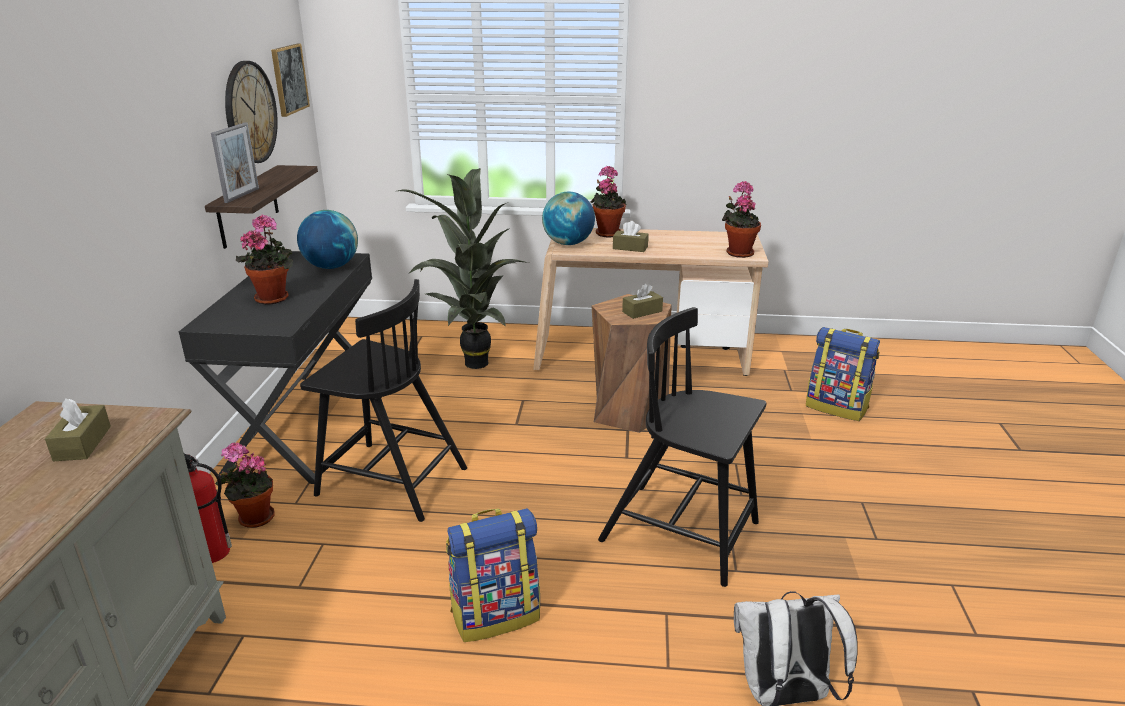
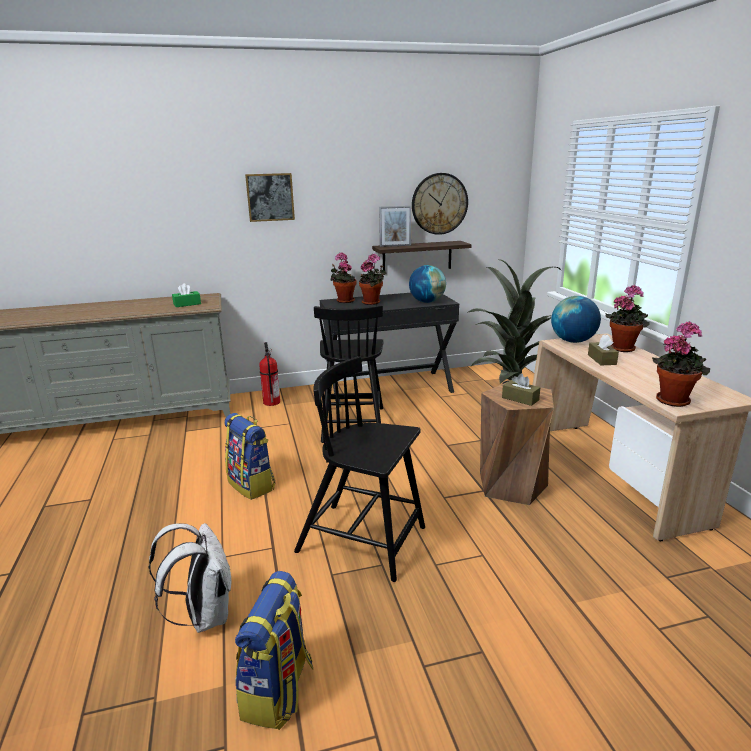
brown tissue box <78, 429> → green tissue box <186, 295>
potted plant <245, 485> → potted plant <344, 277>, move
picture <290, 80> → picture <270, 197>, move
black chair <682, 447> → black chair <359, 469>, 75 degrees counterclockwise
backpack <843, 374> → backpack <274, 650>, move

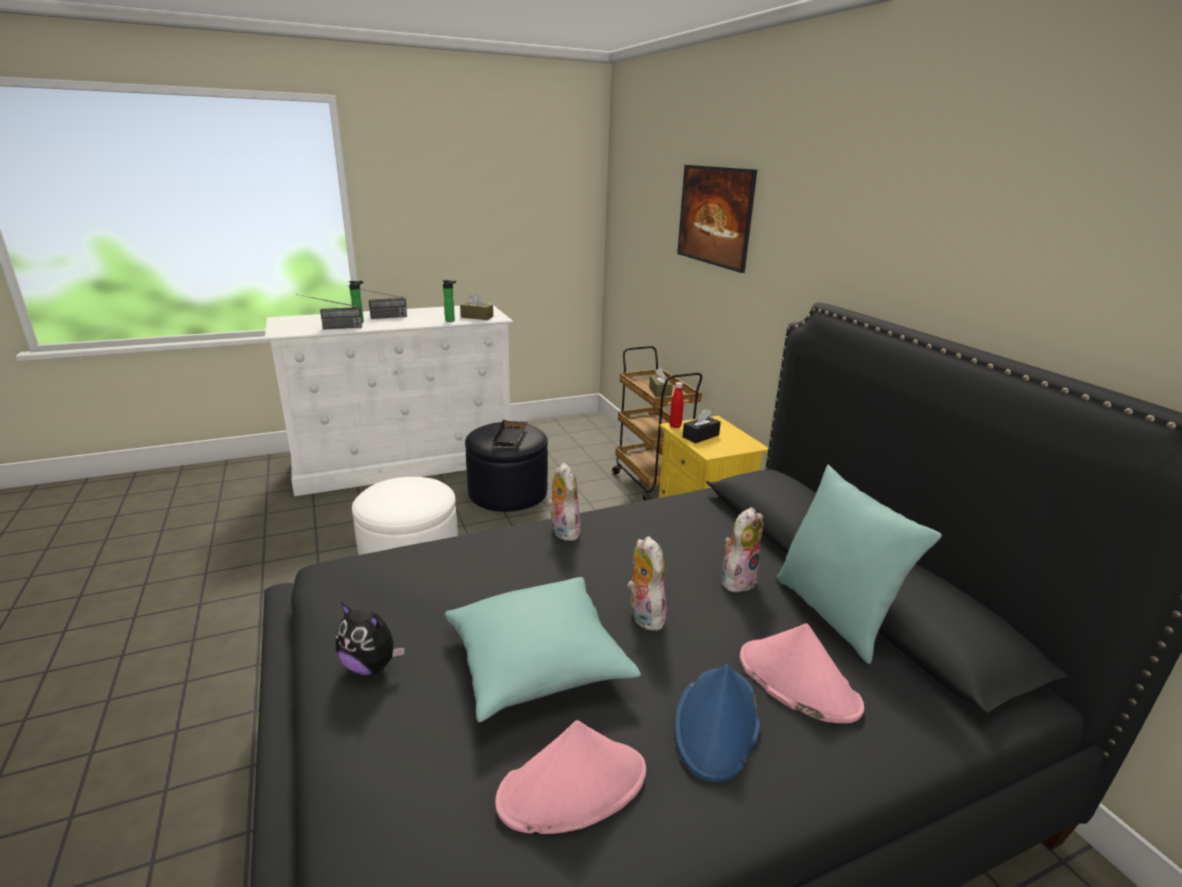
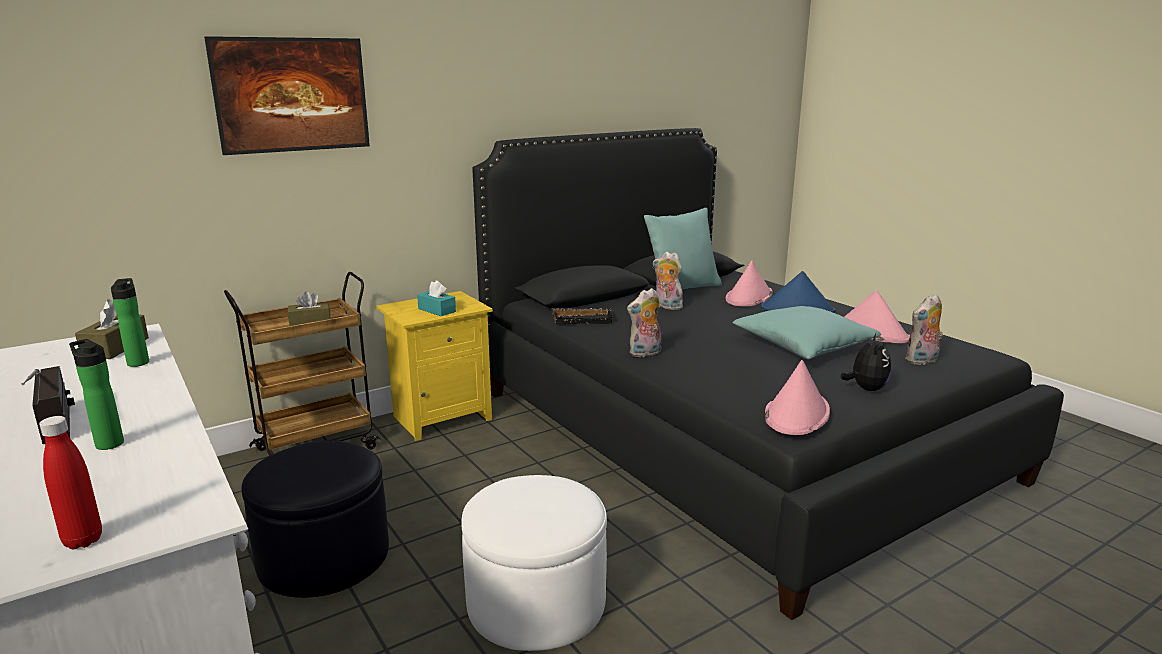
radio <329, 311> → -
black tray <509, 433> → black tray <582, 316>, move
plush toy <647, 583> → plush toy <924, 329>, move
red bottle <676, 405> → red bottle <70, 482>, move
black tissue box <701, 426> → turquoise tissue box <436, 298>
- → pink hat <797, 397>

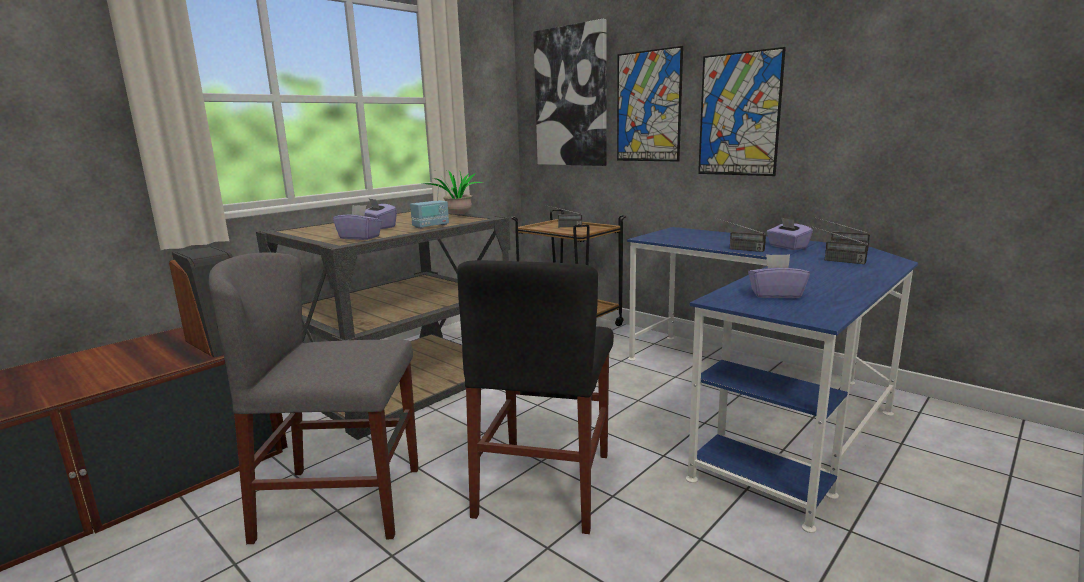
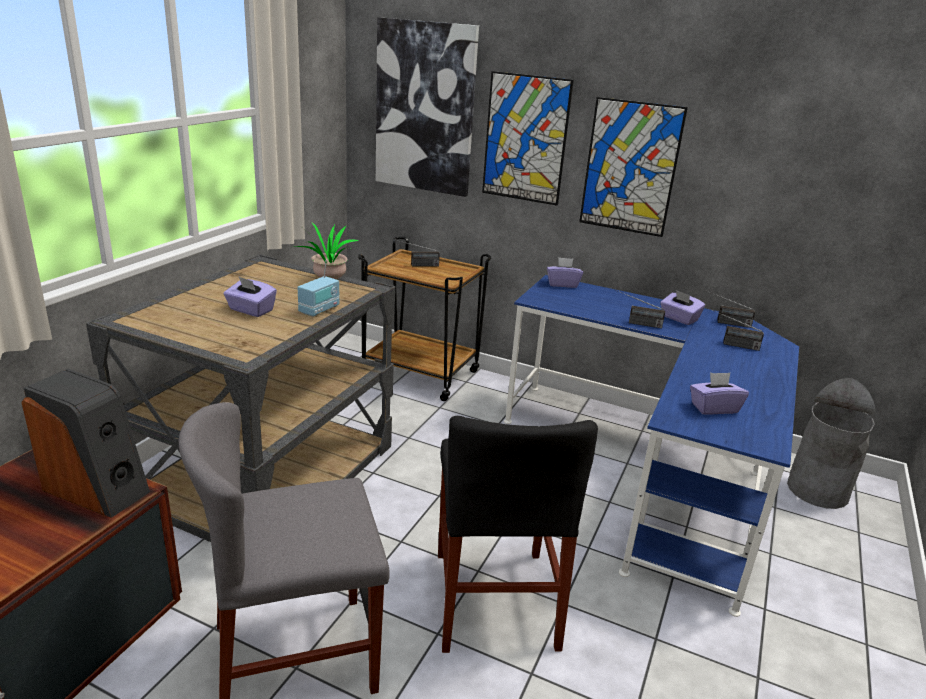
purple tissue box <357, 222> → purple tissue box <565, 272>, move
- → grey trash can <831, 443>

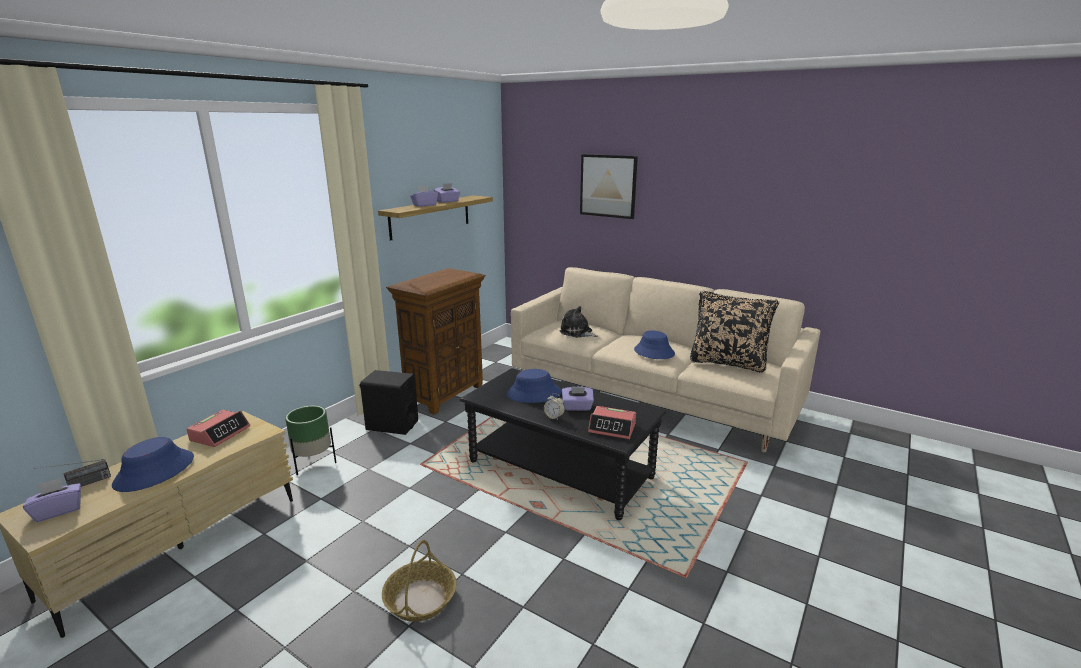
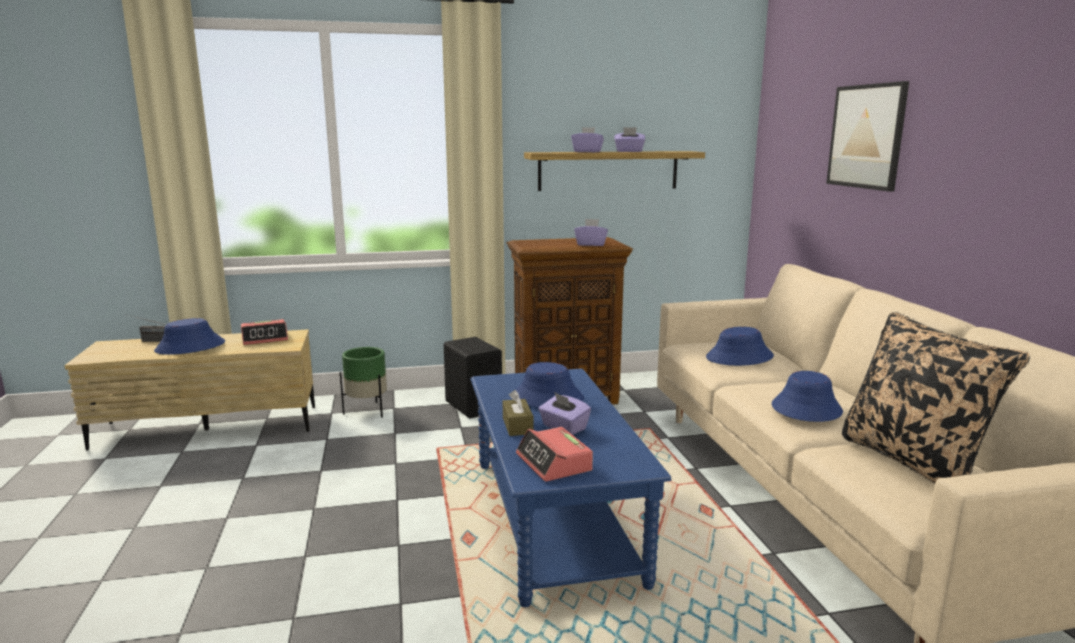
purple tissue box <52, 500> → purple tissue box <591, 232>, move
basket <419, 581> → -
black coffee table <562, 444> → blue coffee table <570, 488>
alarm clock <554, 406> → brown tissue box <518, 413>
plush toy <579, 322> → blue hat <740, 346>

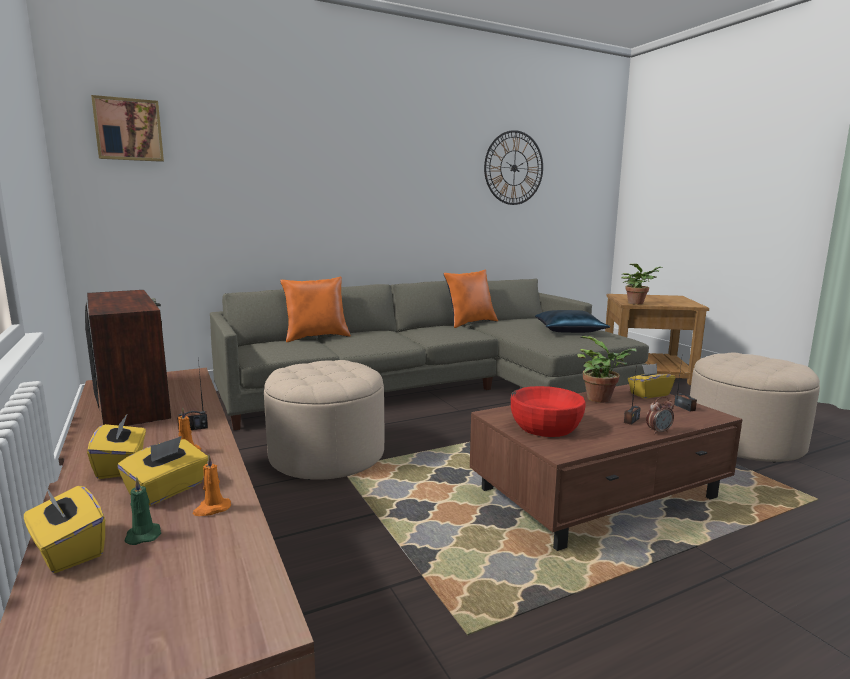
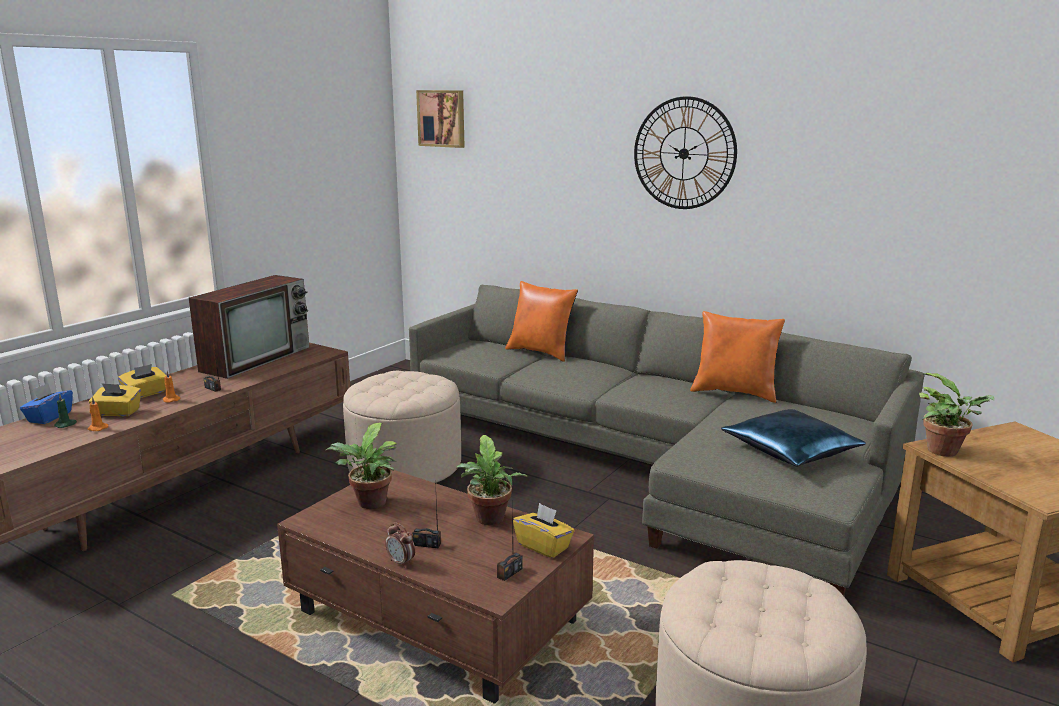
yellow tissue box <64, 529> → blue tissue box <46, 403>
wall clock <513, 167> → wall clock <685, 152>, move
red bowl <548, 411> → potted plant <361, 466>

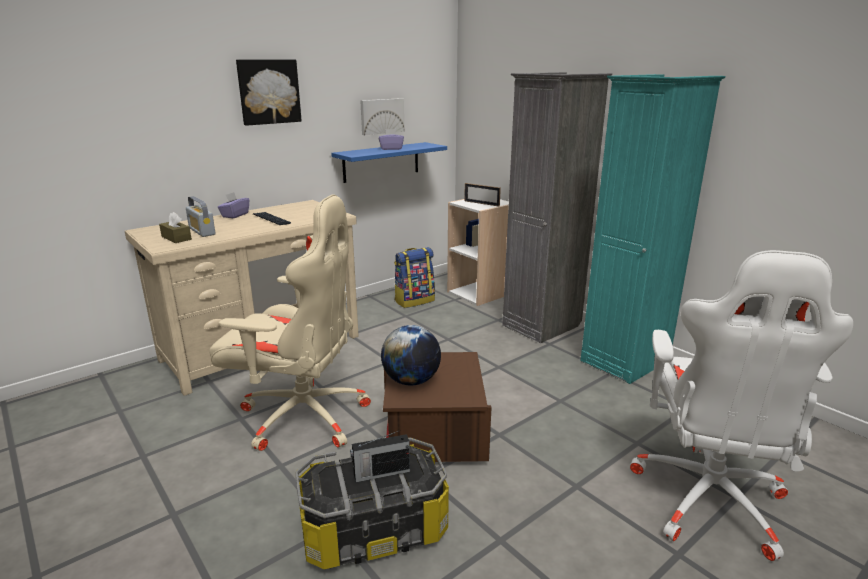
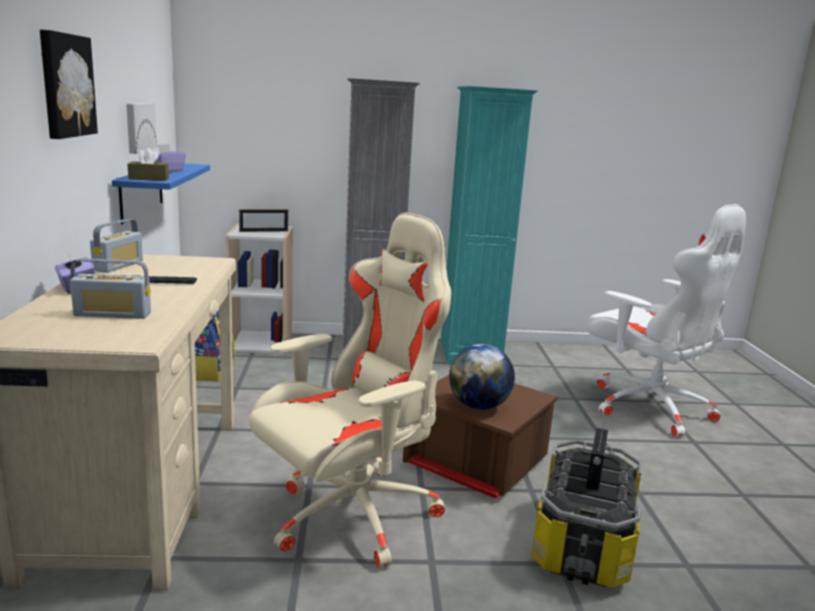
brown tissue box <175, 227> → brown tissue box <148, 164>, move
- → radio <116, 246>

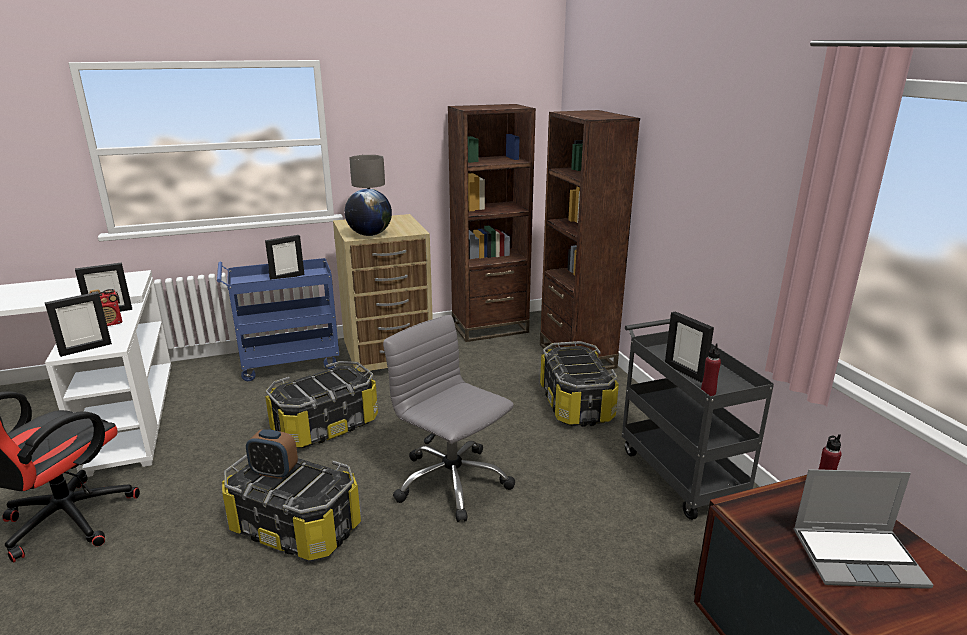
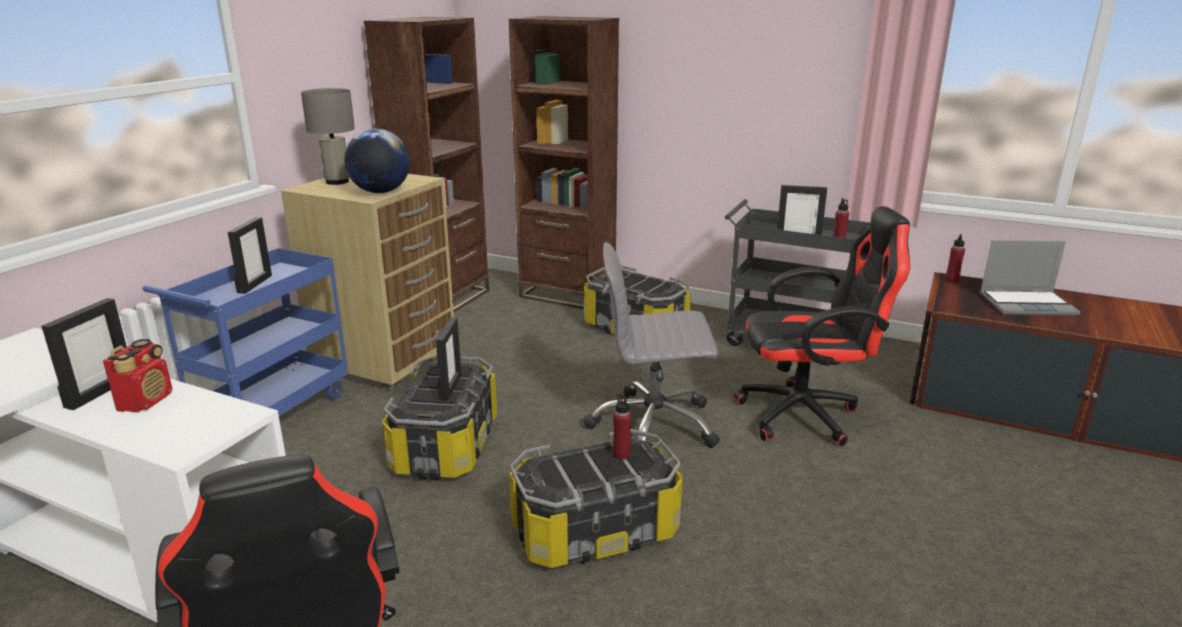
picture frame <78, 324> → picture frame <449, 359>, move
alarm clock <272, 454> → -
laptop <863, 529> → laptop <1030, 278>, 45 degrees clockwise
- → red bottle <622, 426>
- → black office chair <821, 326>

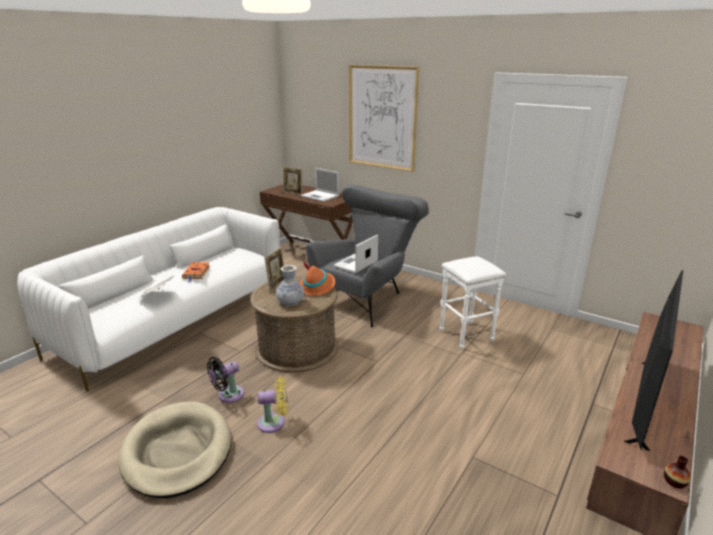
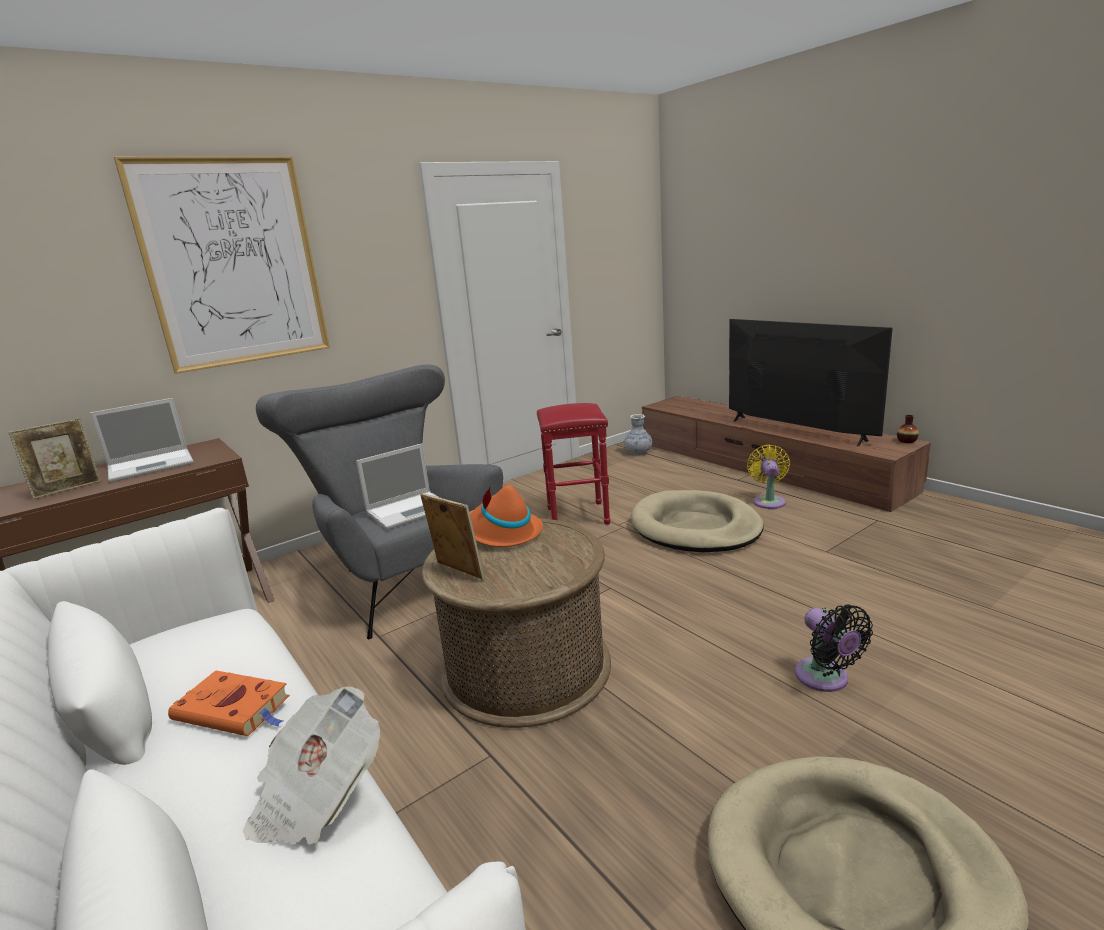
black fan <226, 380> → black fan <834, 648>, move
yellow fan <272, 405> → yellow fan <768, 477>, move
vase <290, 285> → vase <638, 434>, move
laptop <355, 254> → laptop <398, 486>, 90 degrees counterclockwise
white stool <472, 302> → red stool <573, 464>
- → beige dog bed <697, 521>

